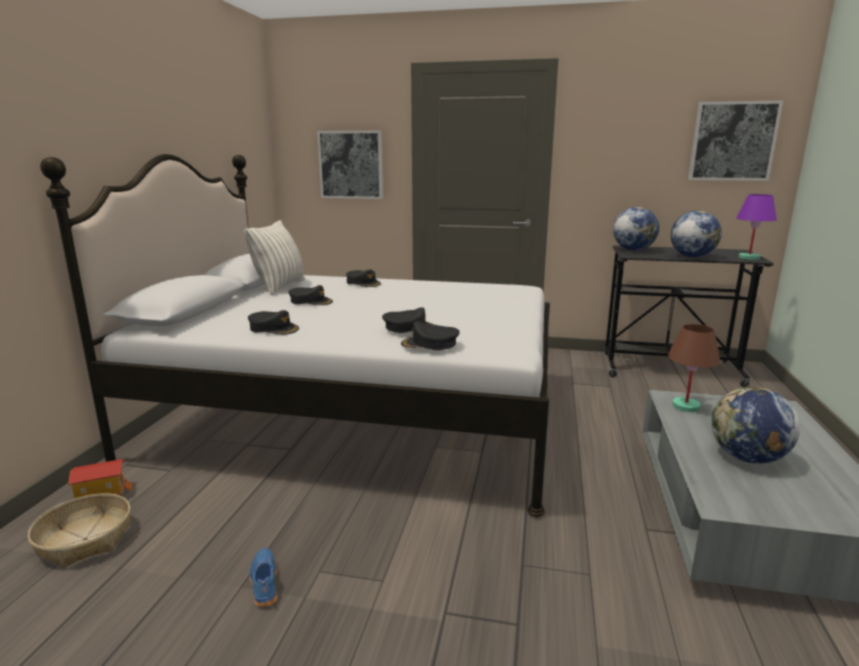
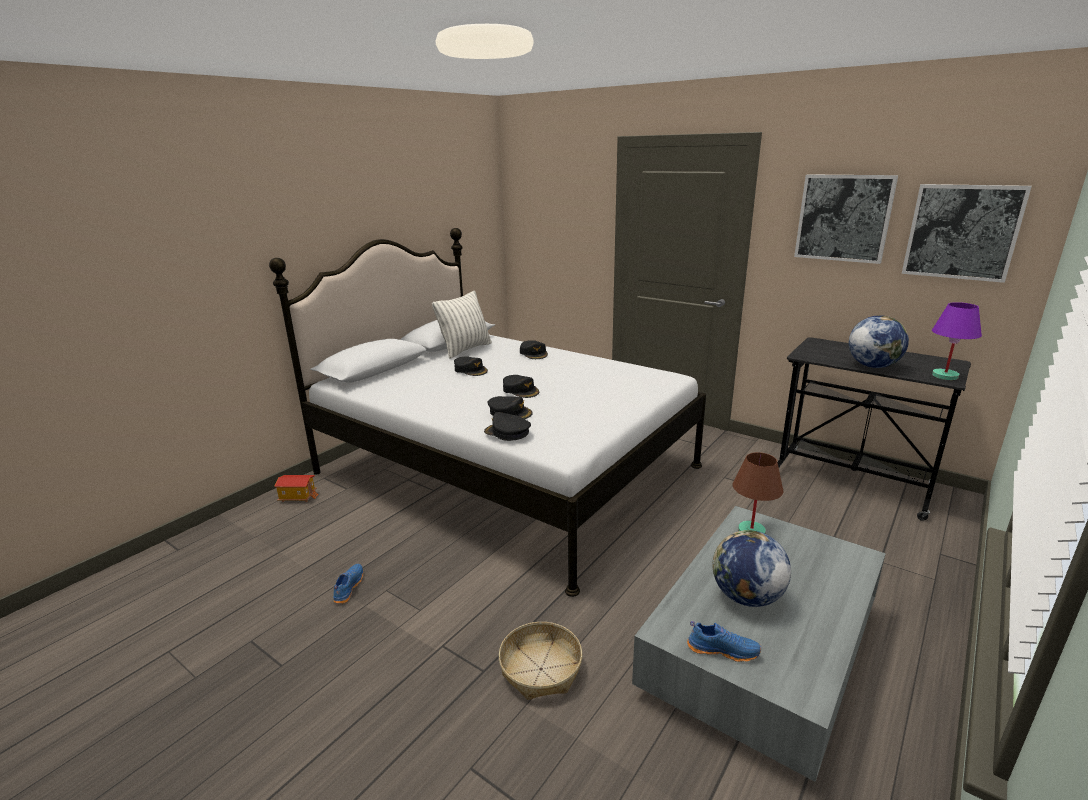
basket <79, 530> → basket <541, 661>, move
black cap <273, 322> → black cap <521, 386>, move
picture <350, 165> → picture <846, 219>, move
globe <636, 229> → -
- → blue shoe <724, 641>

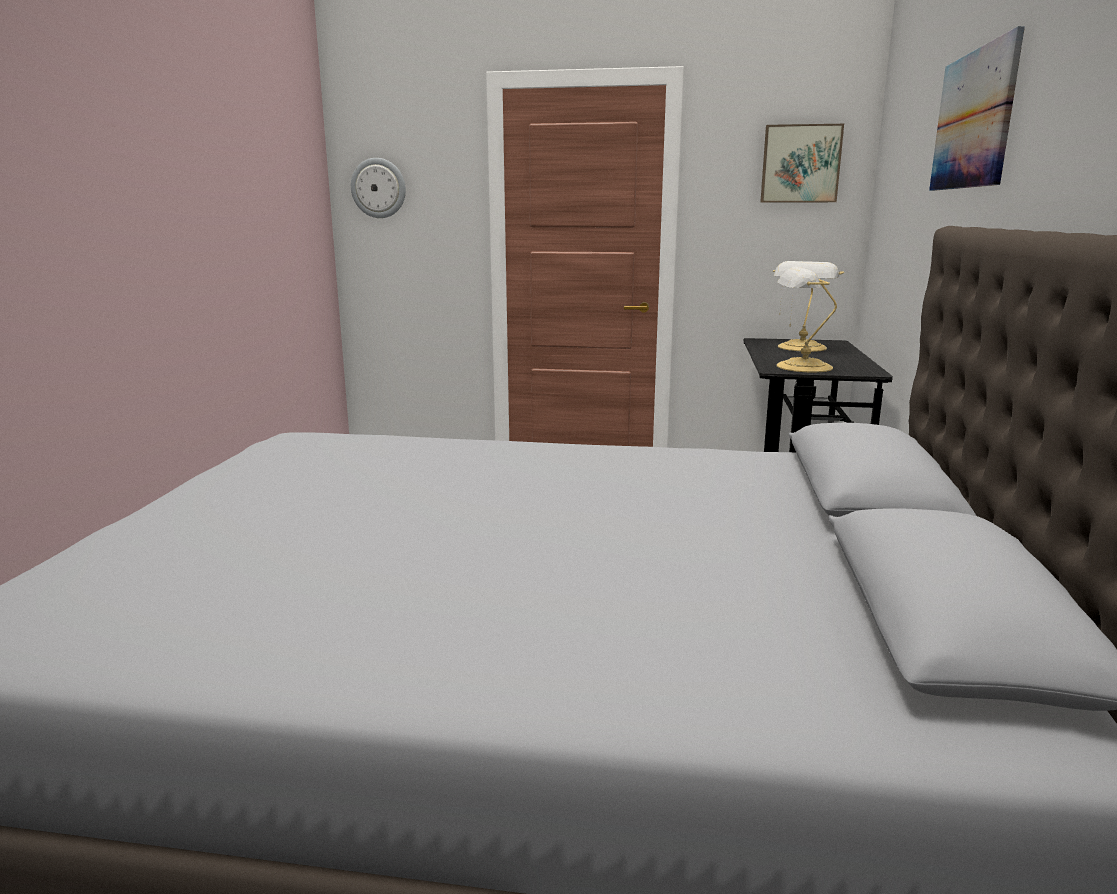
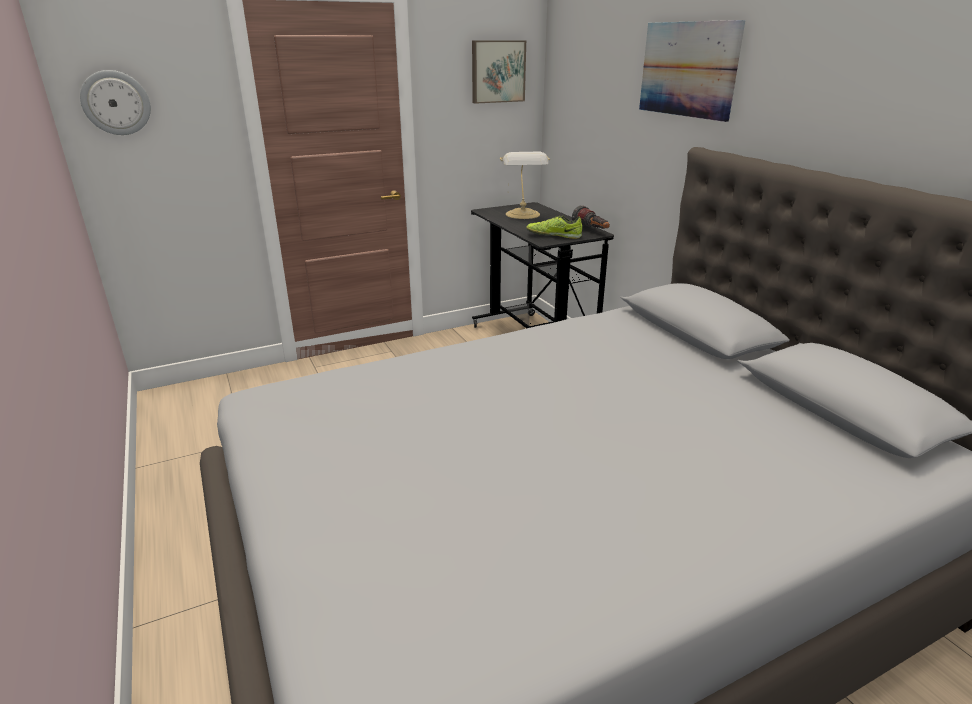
table lamp <807, 319> → shoe <554, 227>
- → flashlight <591, 217>

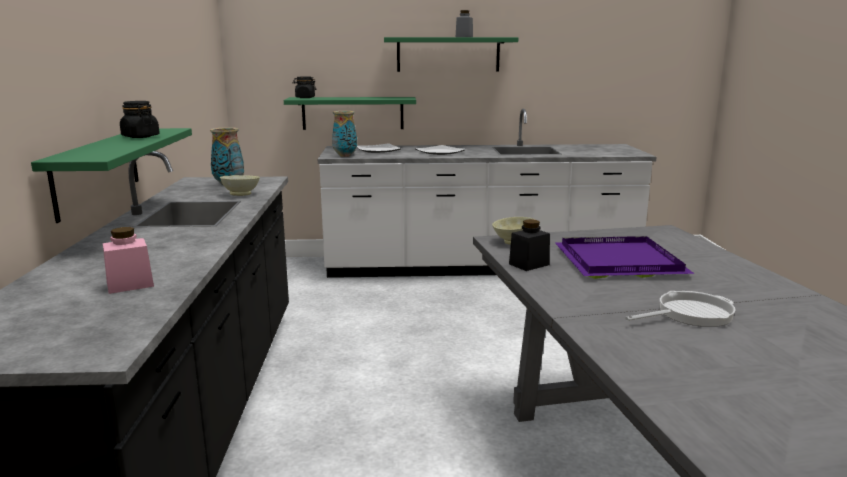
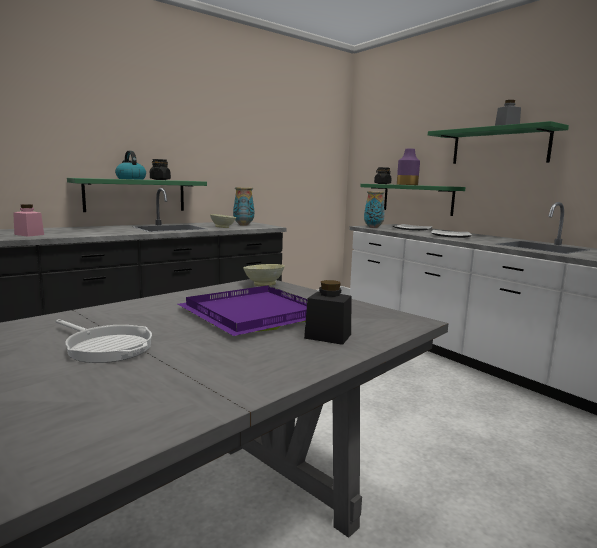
black jar <529, 245> → black jar <328, 312>, move
- → kettle <130, 165>
- → purple vase <408, 167>

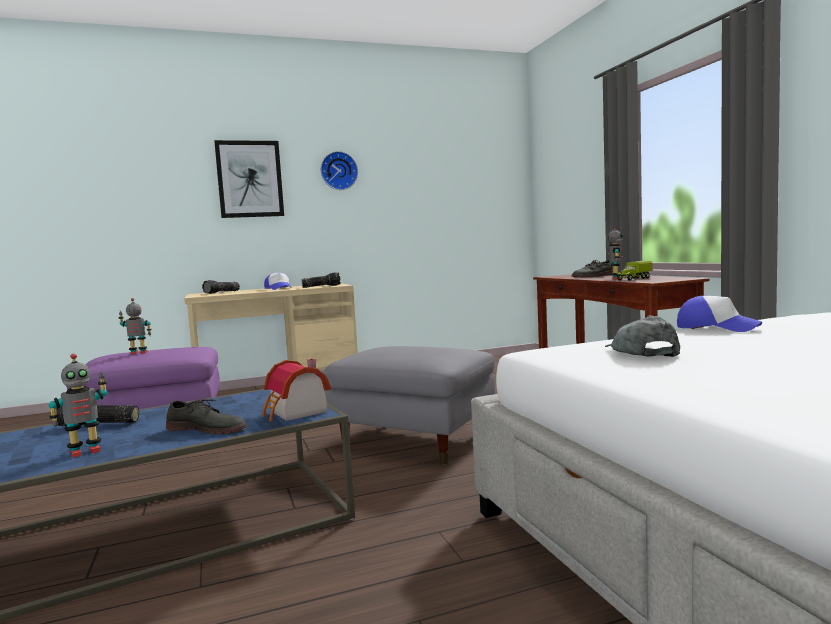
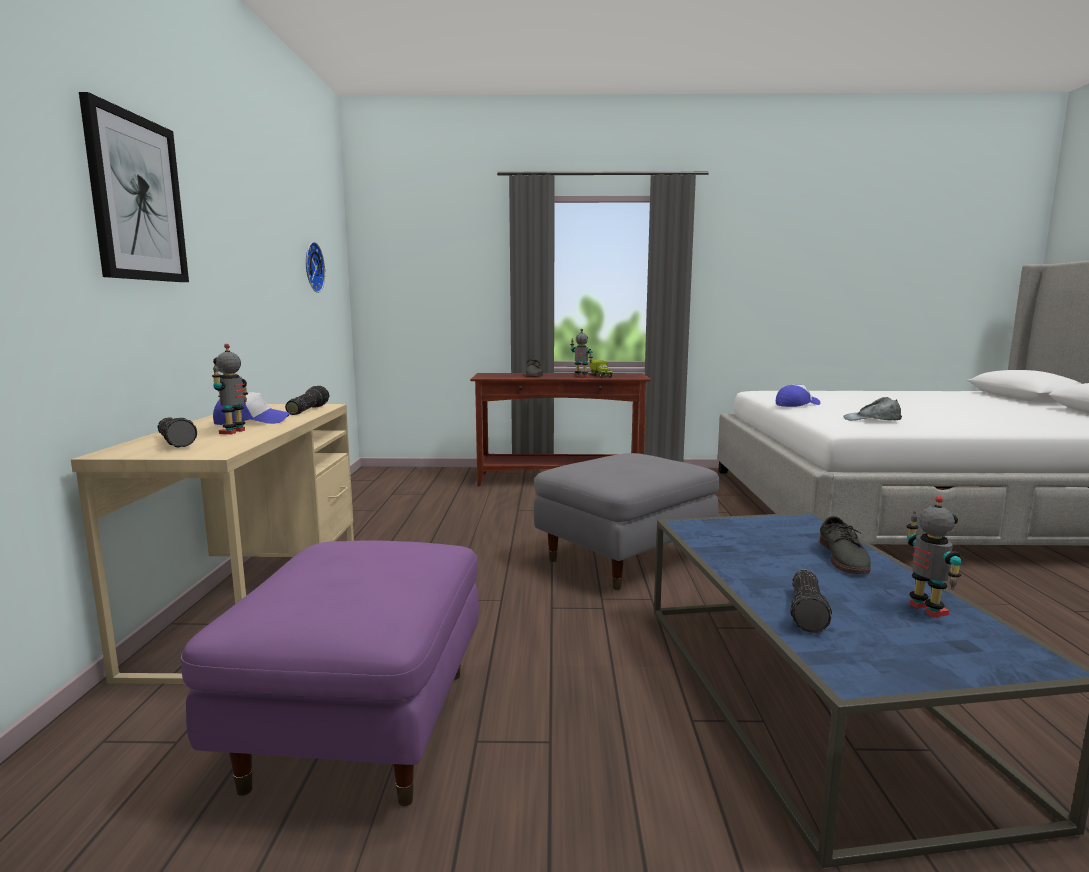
toy robot <135, 326> → toy robot <230, 389>, move
grey shoe <206, 416> → grey shoe <845, 545>, 150 degrees clockwise
toy house <296, 389> → -
wall clock <339, 170> → wall clock <315, 267>, move

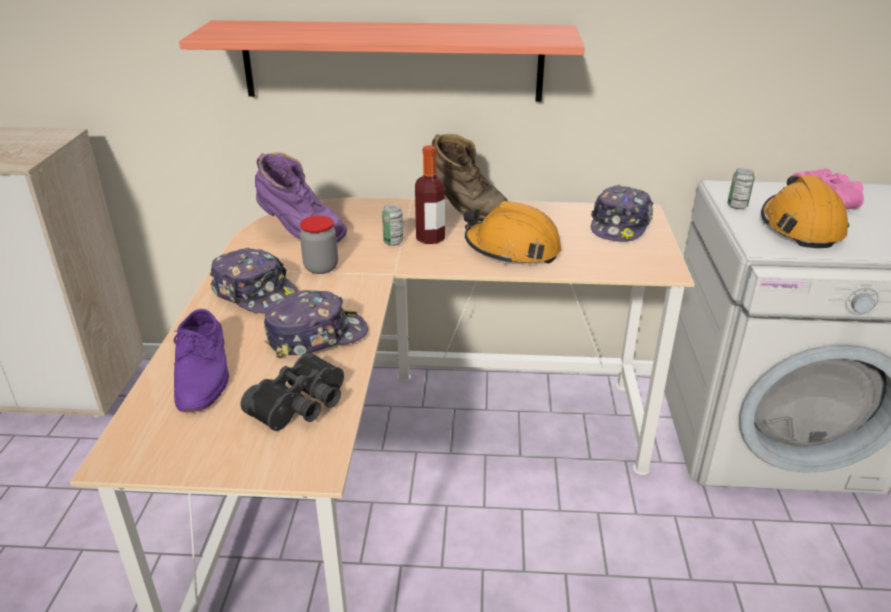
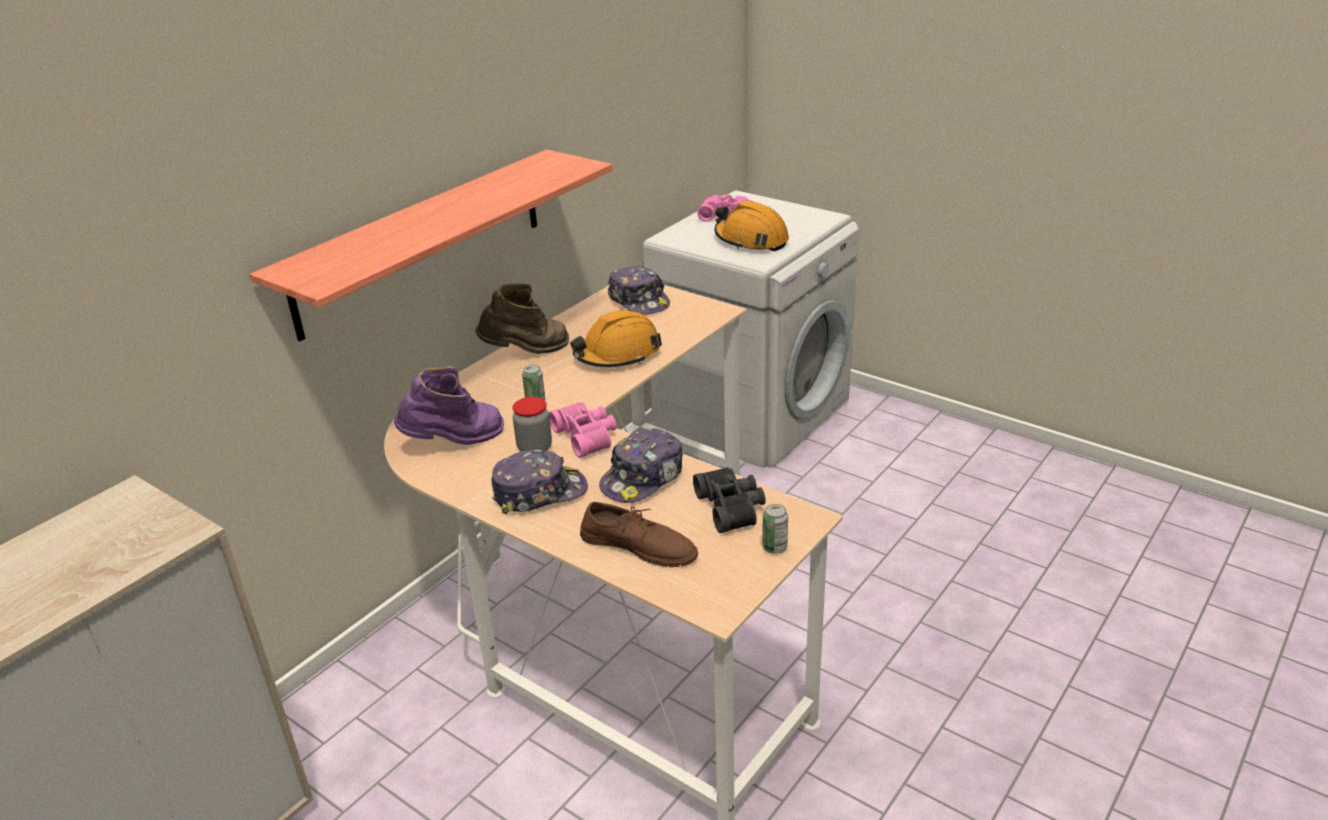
purple shoe <201, 360> → brown shoe <639, 534>
cap <316, 324> → cap <641, 465>, 150 degrees counterclockwise
bottle <430, 194> → -
can <741, 188> → can <775, 529>, move
- → pink binoculars <583, 430>

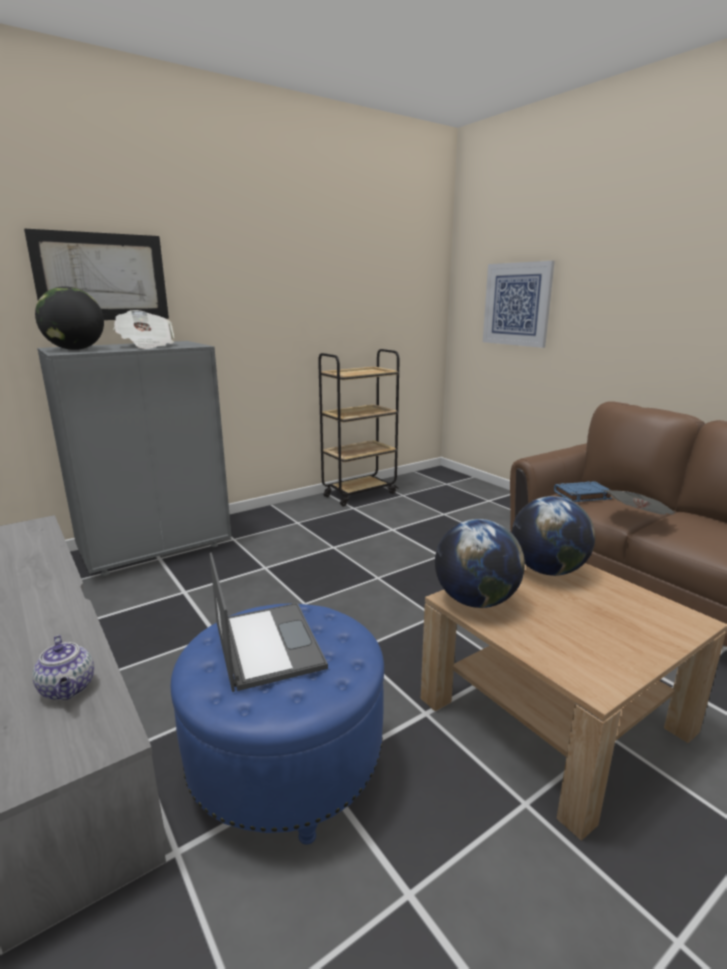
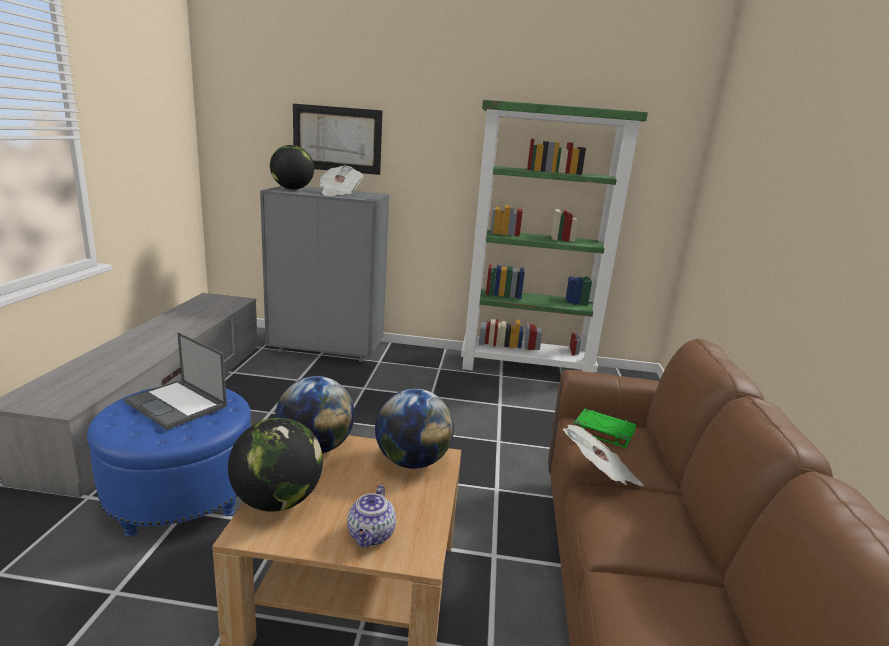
teapot <63, 667> → teapot <371, 516>, move
laptop <268, 622> → laptop <175, 381>, 105 degrees clockwise
brown cart <358, 428> → green bookcase <554, 236>
picture <519, 304> → -
blue book <583, 491> → green book <605, 428>
- → globe <275, 465>

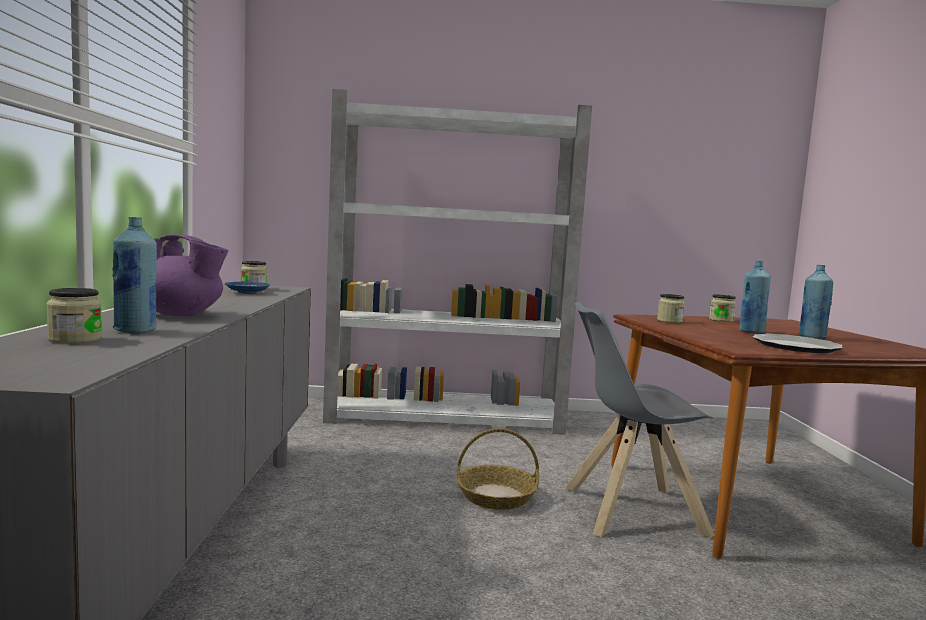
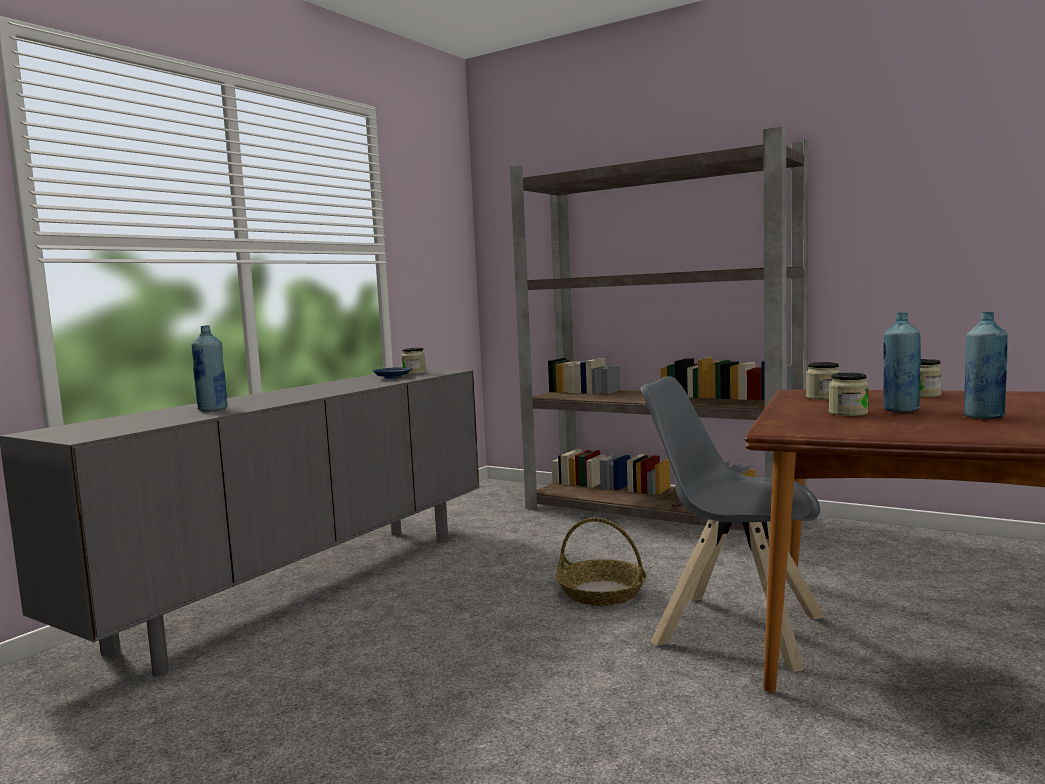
jar <74, 315> → jar <849, 394>, move
purple teapot <191, 275> → -
white bookcase <457, 262> → brown bookcase <659, 329>
plate <798, 343> → -

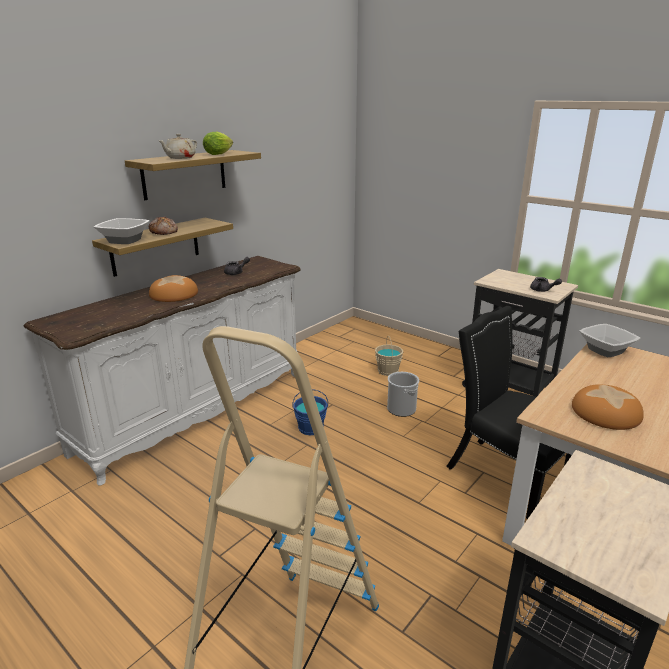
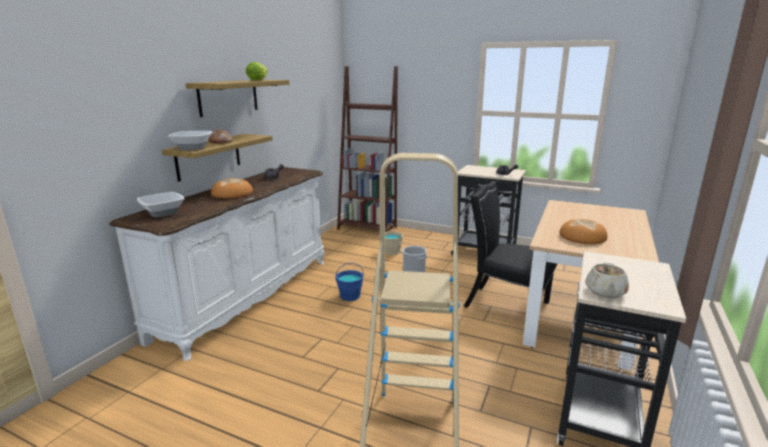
beige teapot <178, 146> → beige teapot <607, 280>, move
bowl <609, 340> → bowl <160, 205>, move
- → brown bookcase <367, 149>

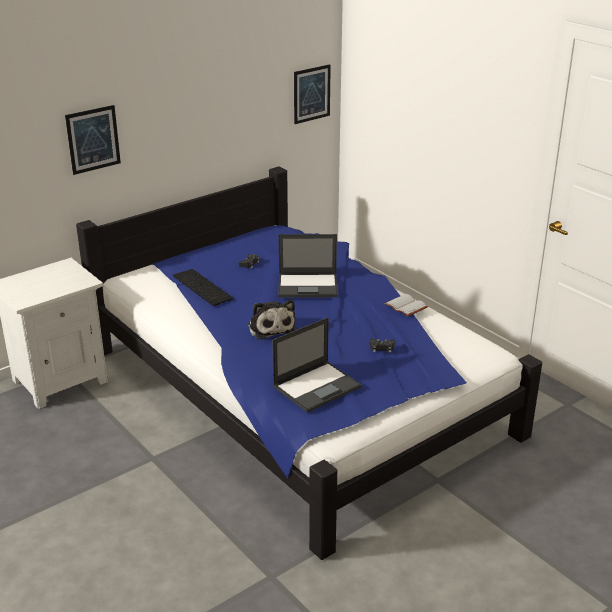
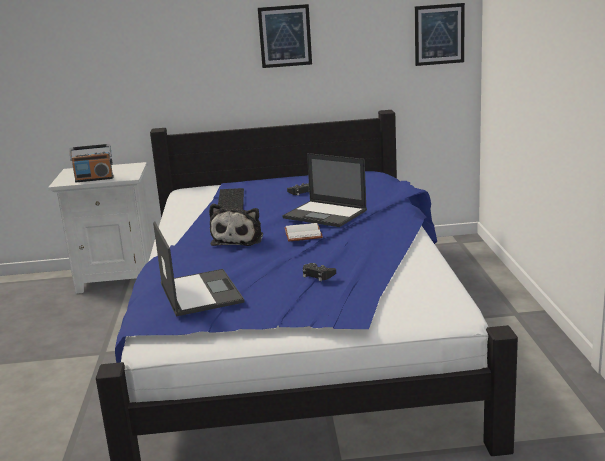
picture <93, 140> → picture <285, 36>, move
laptop <316, 365> → laptop <198, 269>, 105 degrees counterclockwise
white book <406, 305> → white book <303, 232>, move
- → radio <91, 163>

